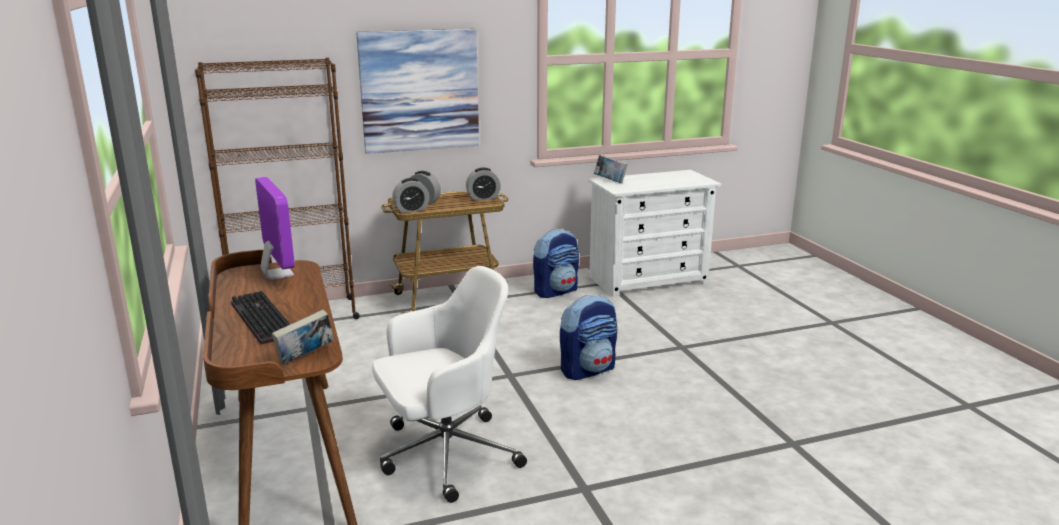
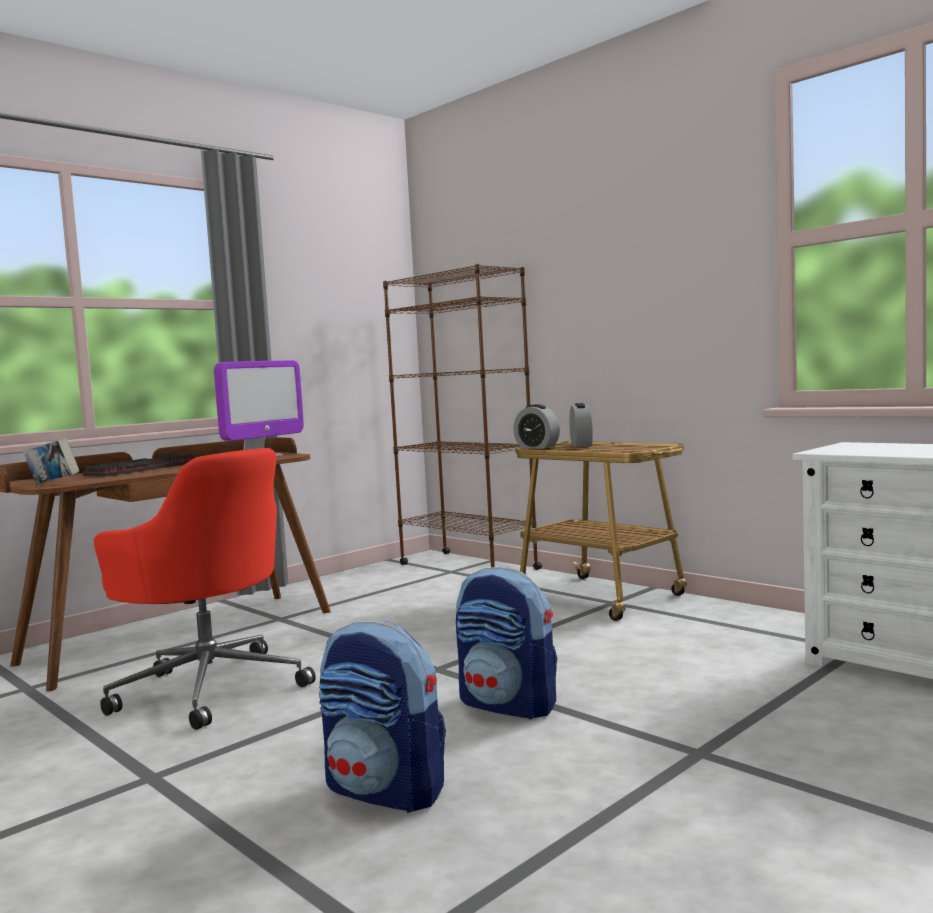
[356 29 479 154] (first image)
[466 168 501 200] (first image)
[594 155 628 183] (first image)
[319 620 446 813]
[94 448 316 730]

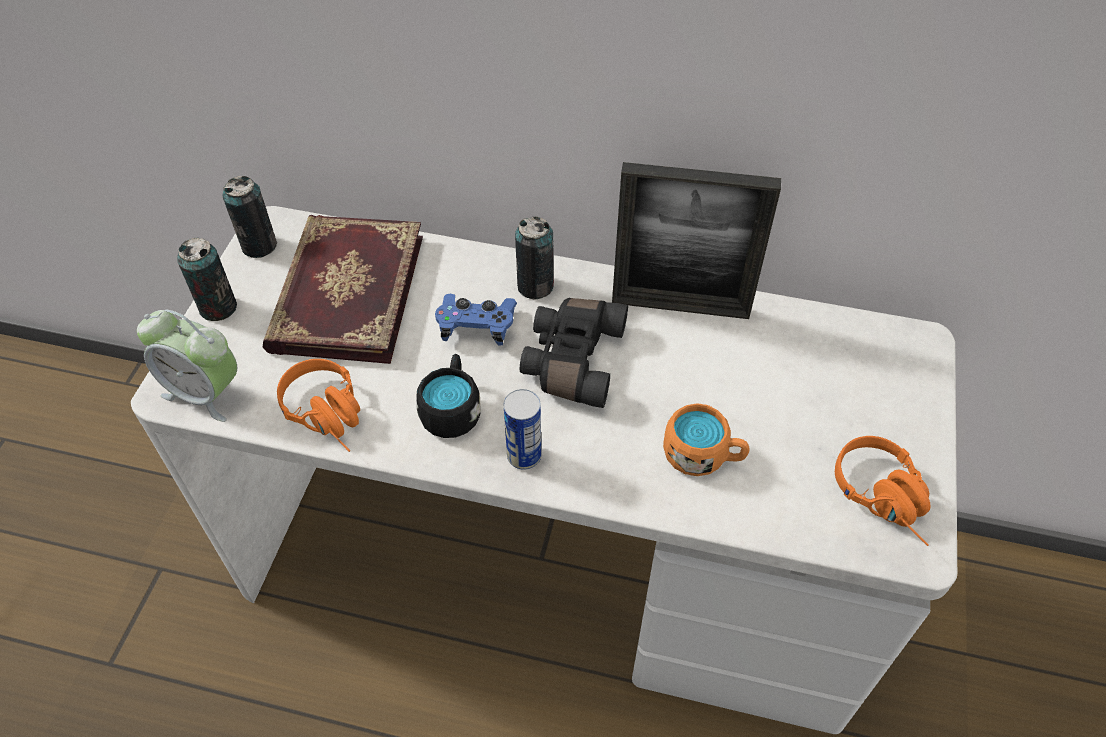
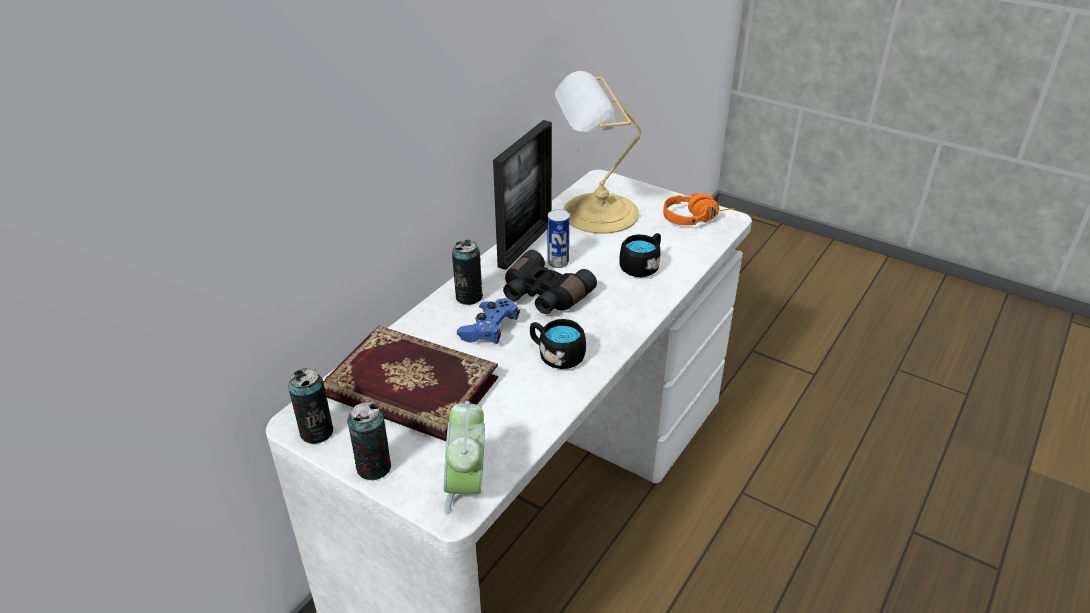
[277 359 360 452] (first image)
[555 71 641 234]
[548 209 570 268]
[619 233 661 277]
[444 401 485 515]

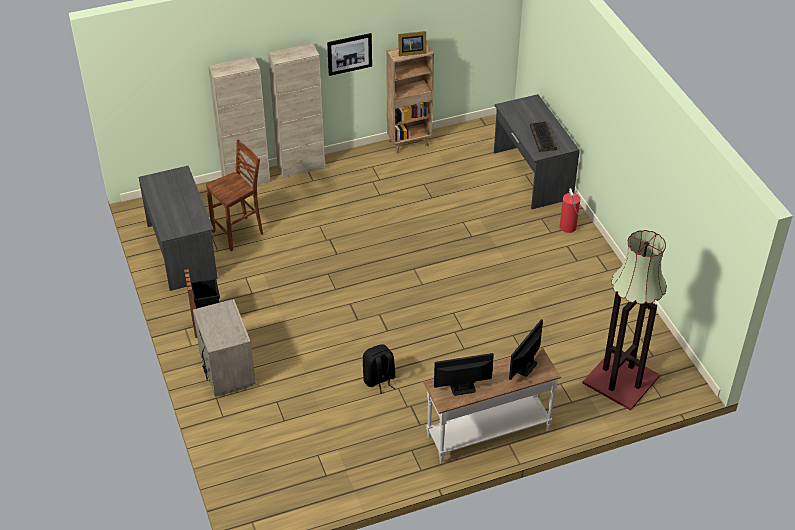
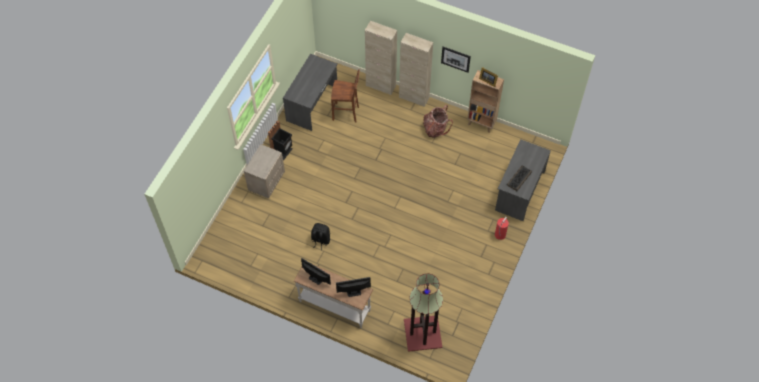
[423 105 453 138]

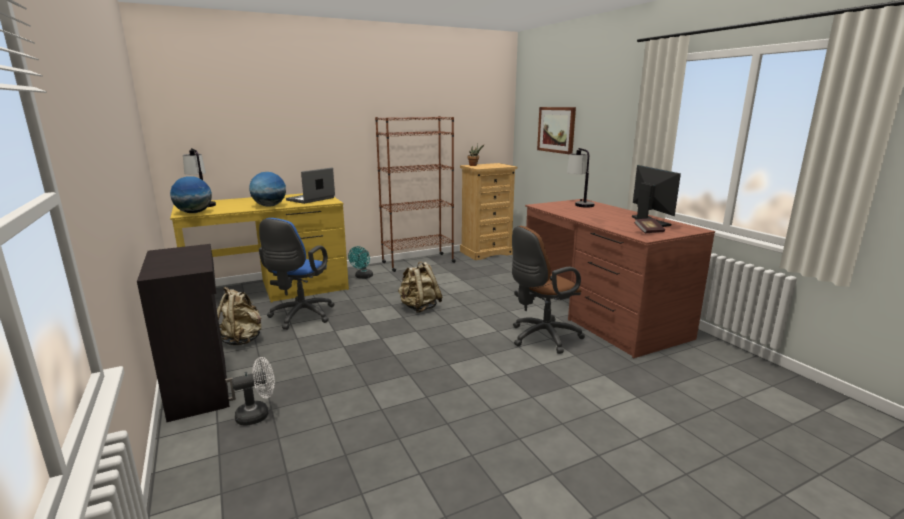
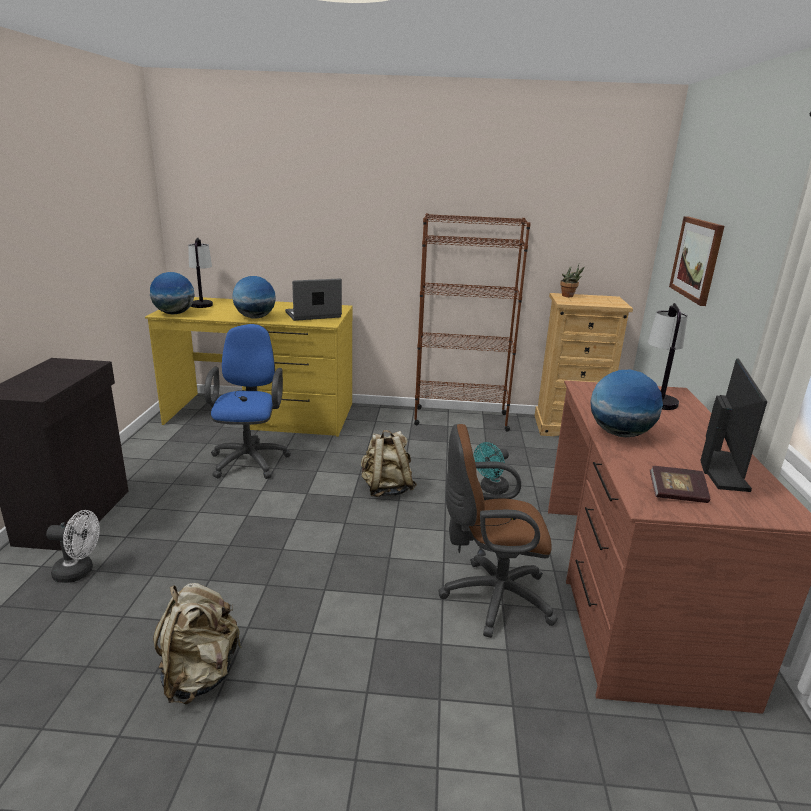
[590 369 663 437]
[153 583 242 704]
[474 442 509 494]
[205 324 291 479]

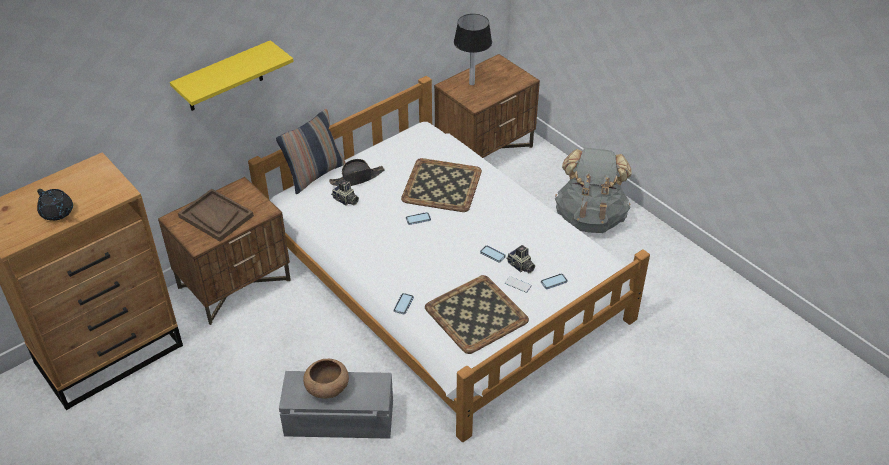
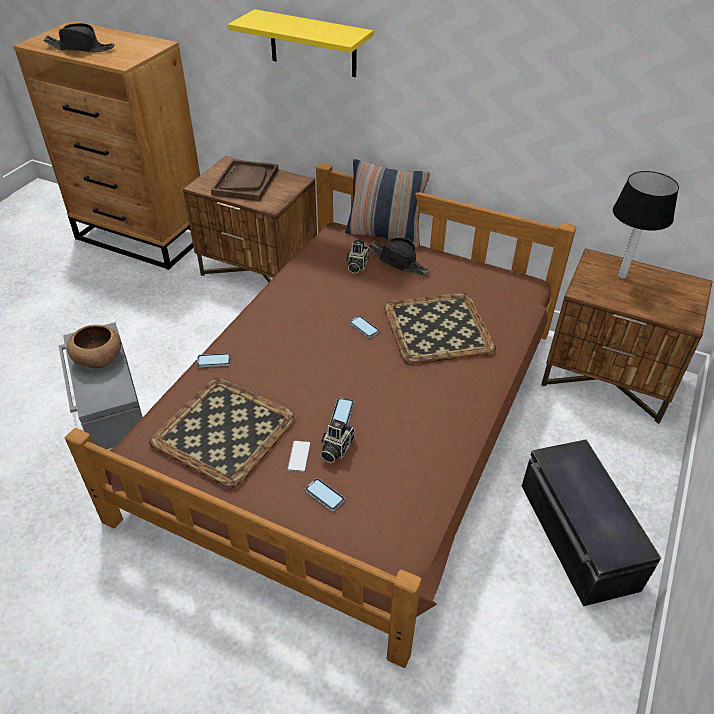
[43 23 114 52]
[522 439 661 606]
[65 163 576 668]

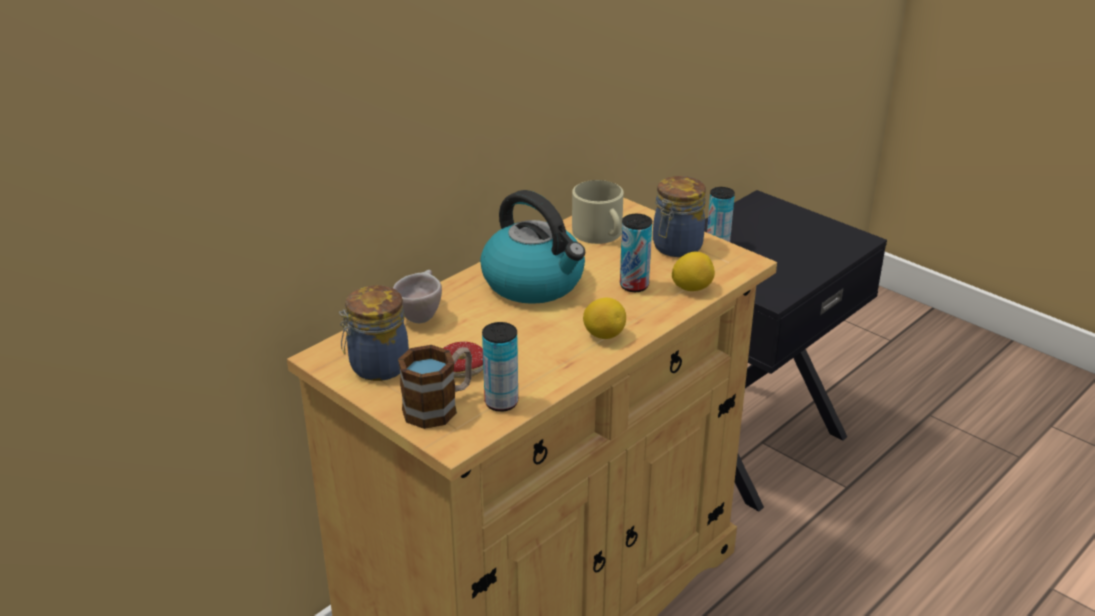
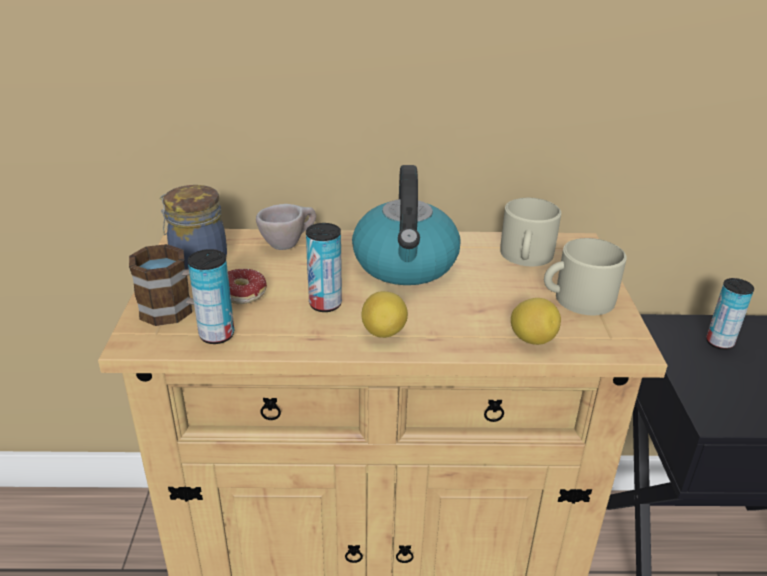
[306 223 342 312]
[544 238 627 315]

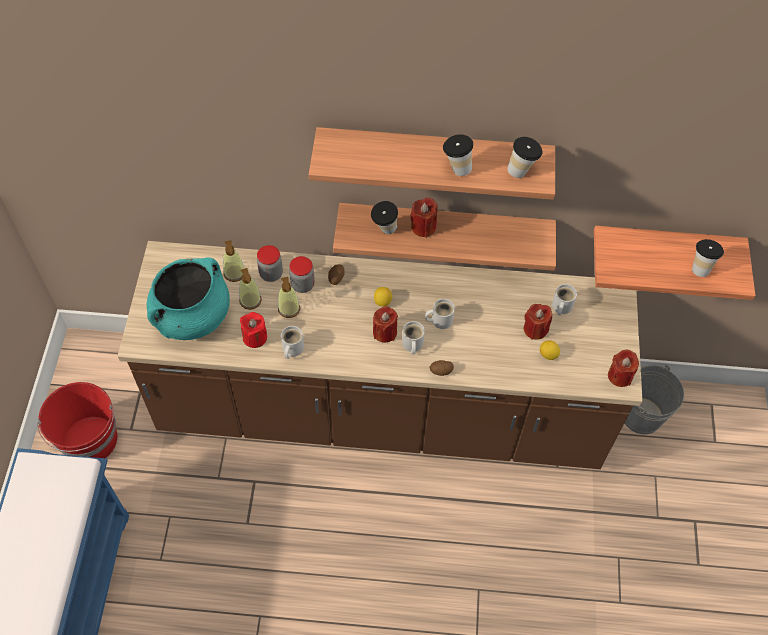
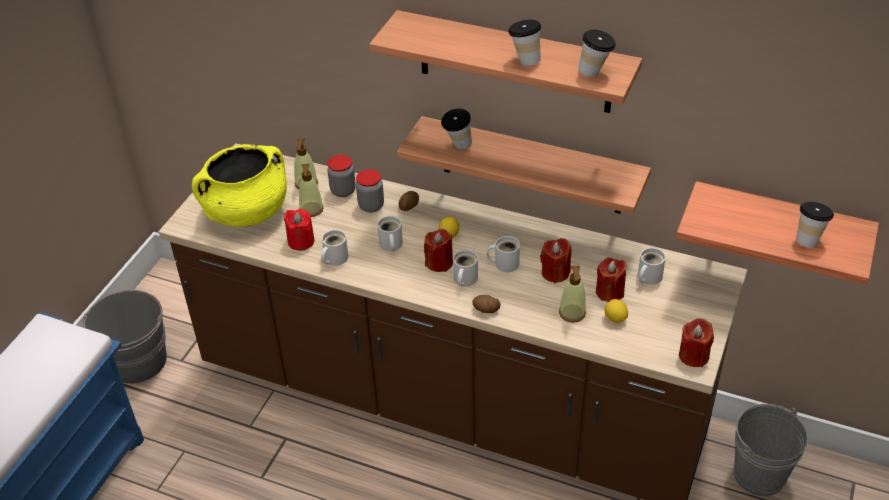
[377 216 403 251]
[559 266 586 323]
[540 238 571 283]
[80 290 167 384]
[192 144 287 227]

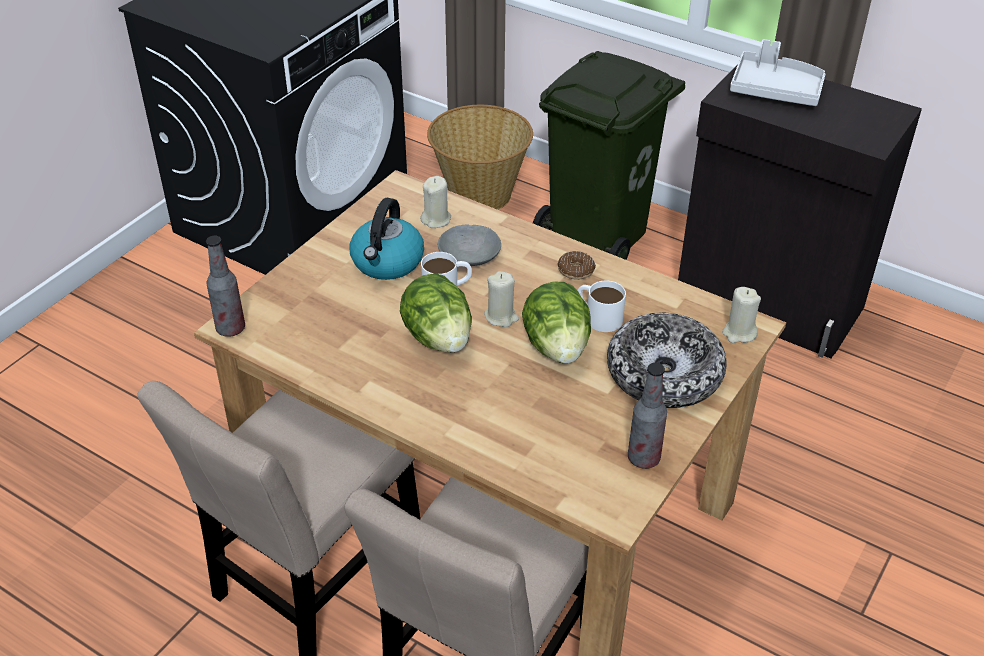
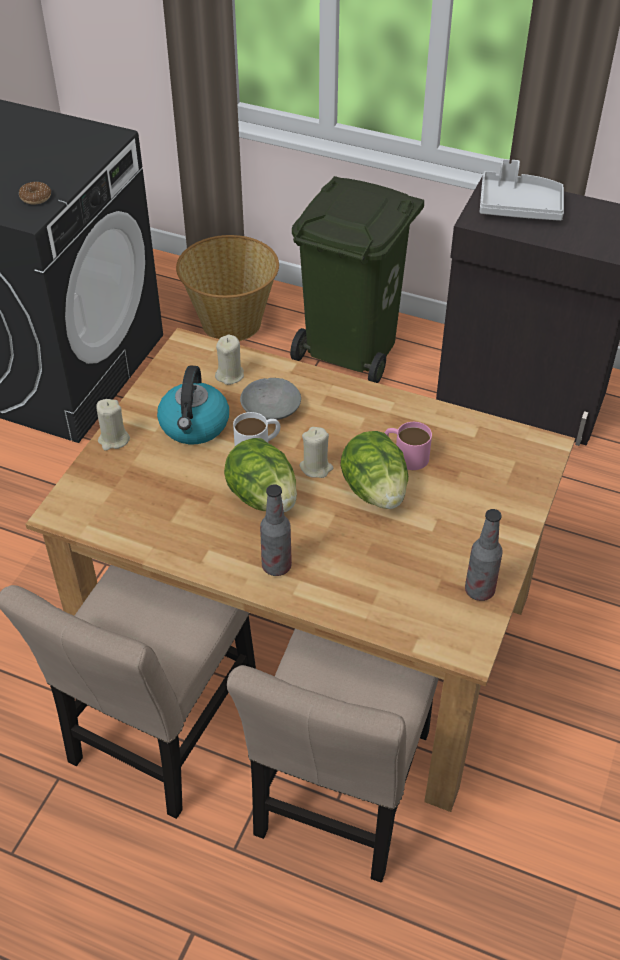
[607 313 727 408] (first image)
[260 484 292 576]
[19 182 51 204]
[96 399 130 451]
[384 422 432 470]

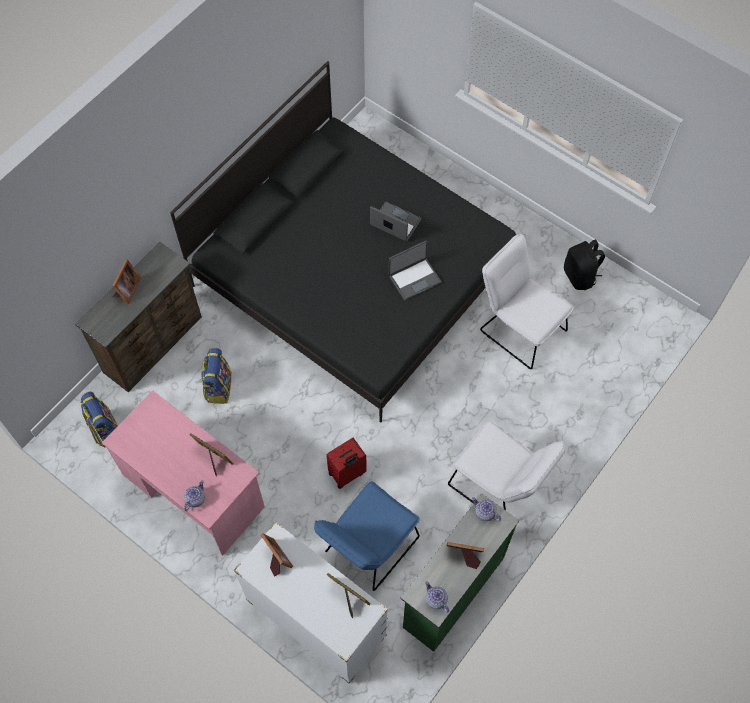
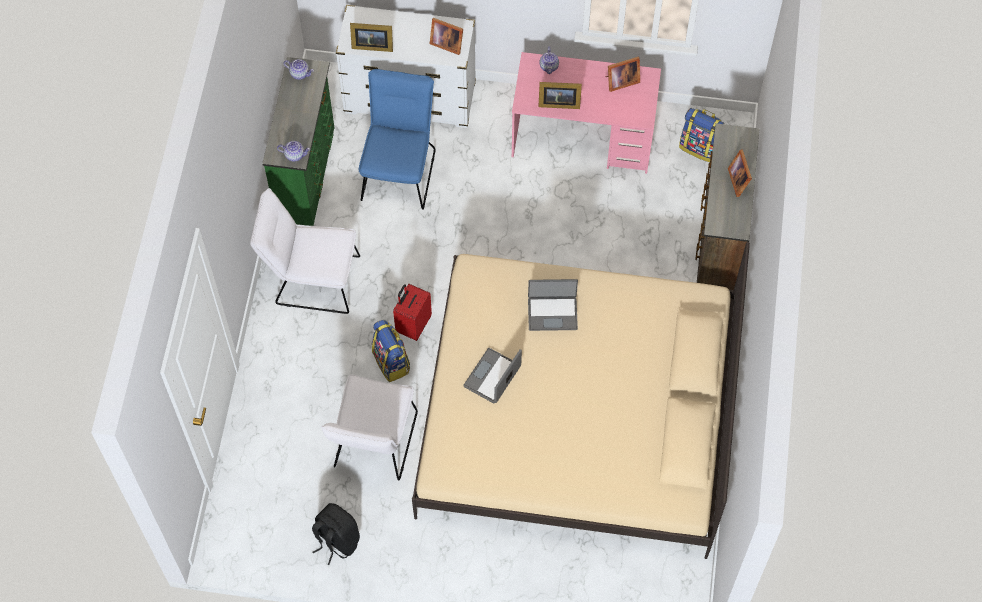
[372 320 410 382]
[393 284 432 341]
[528 279 578 331]
[605 57 640 92]
[412 242 750 559]
[321 375 418 480]

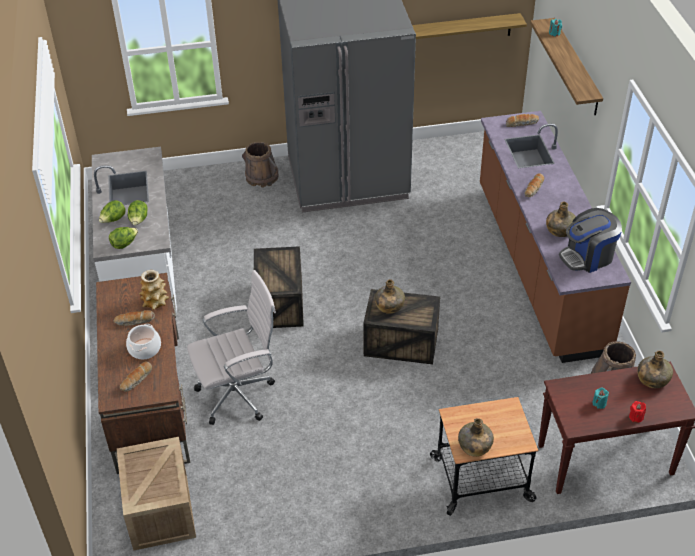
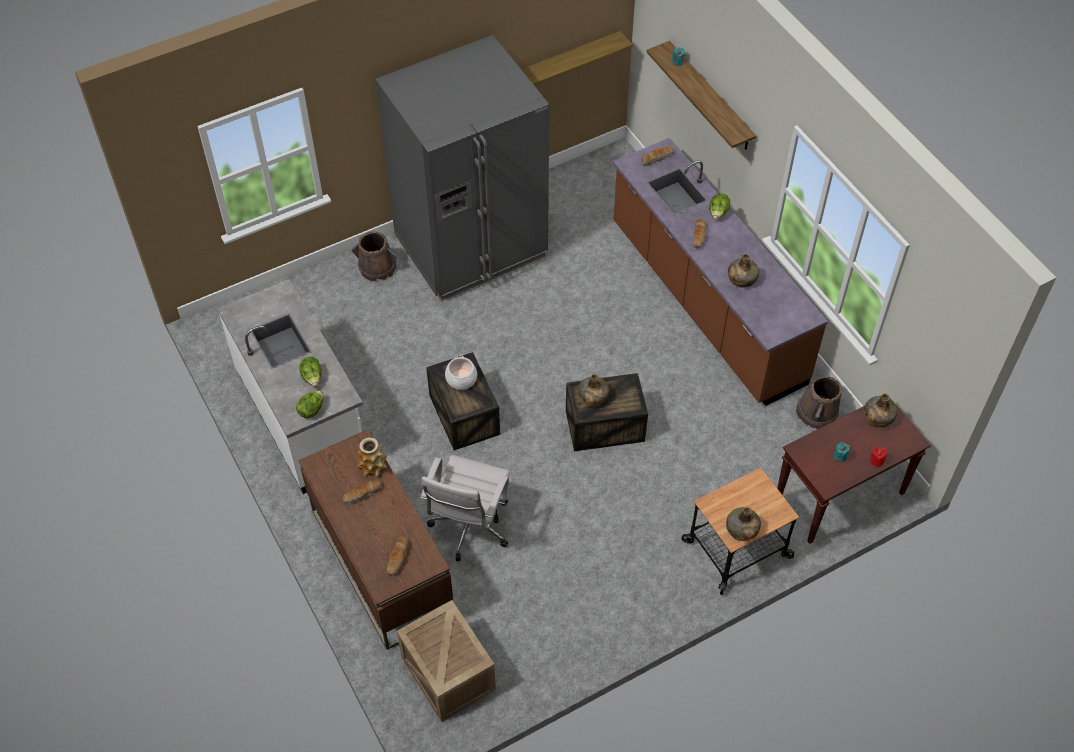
[559 208 622 273] (first image)
[709 193 730 219]
[445 355 477 390]
[420 455 510 561]

